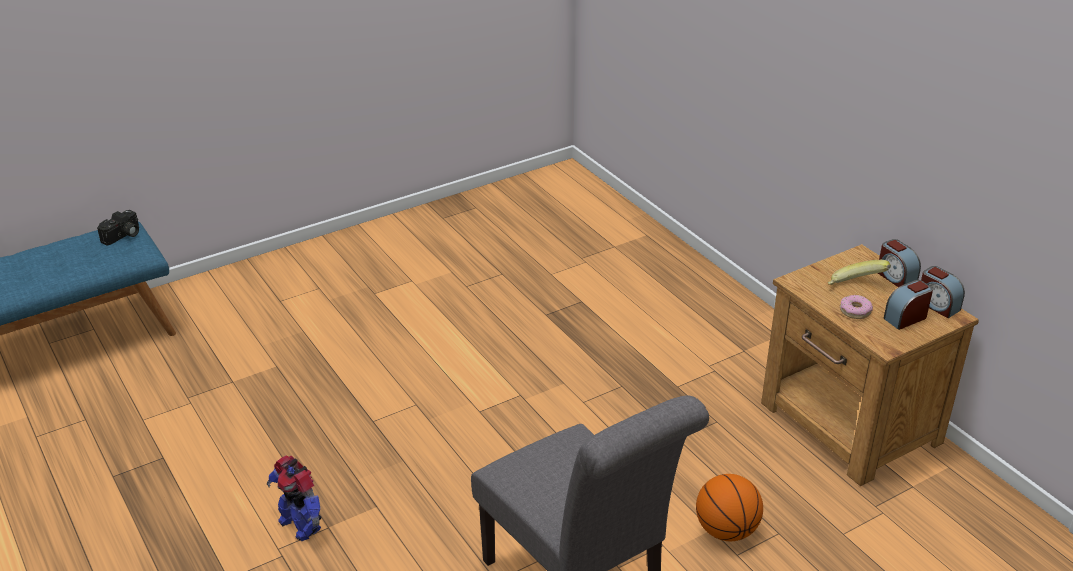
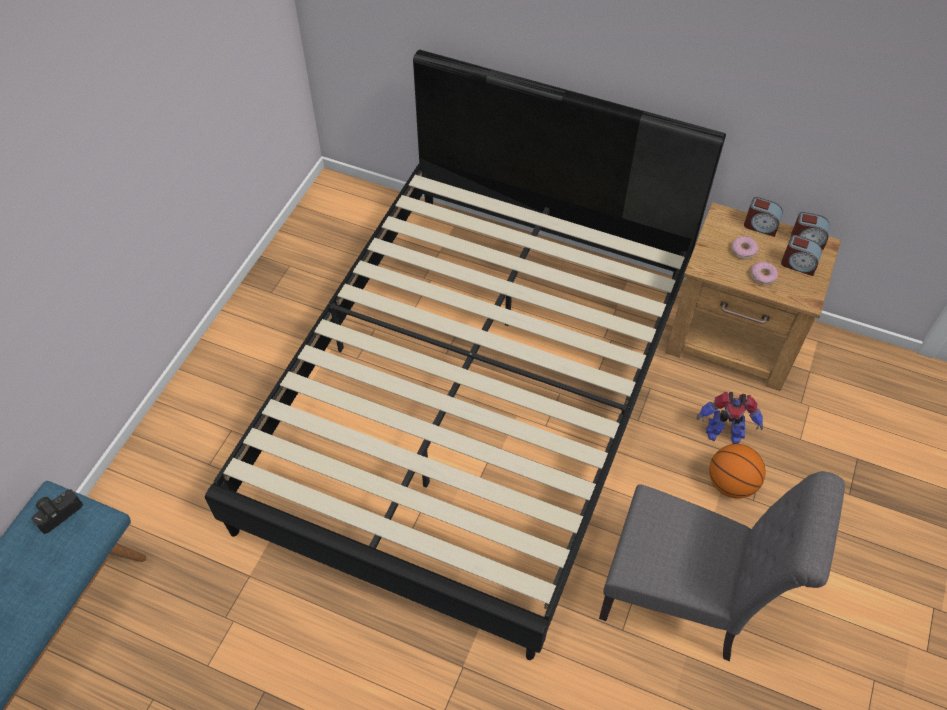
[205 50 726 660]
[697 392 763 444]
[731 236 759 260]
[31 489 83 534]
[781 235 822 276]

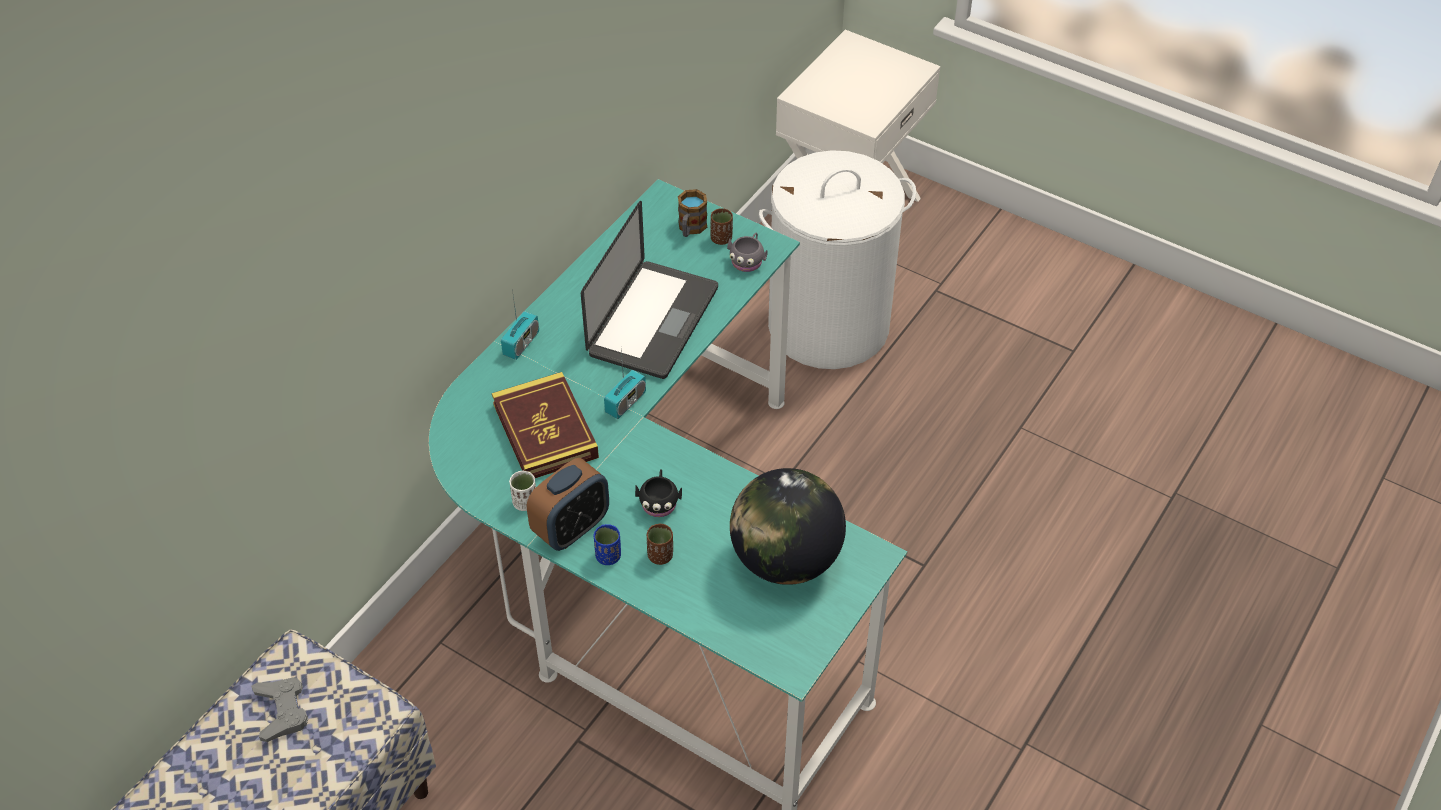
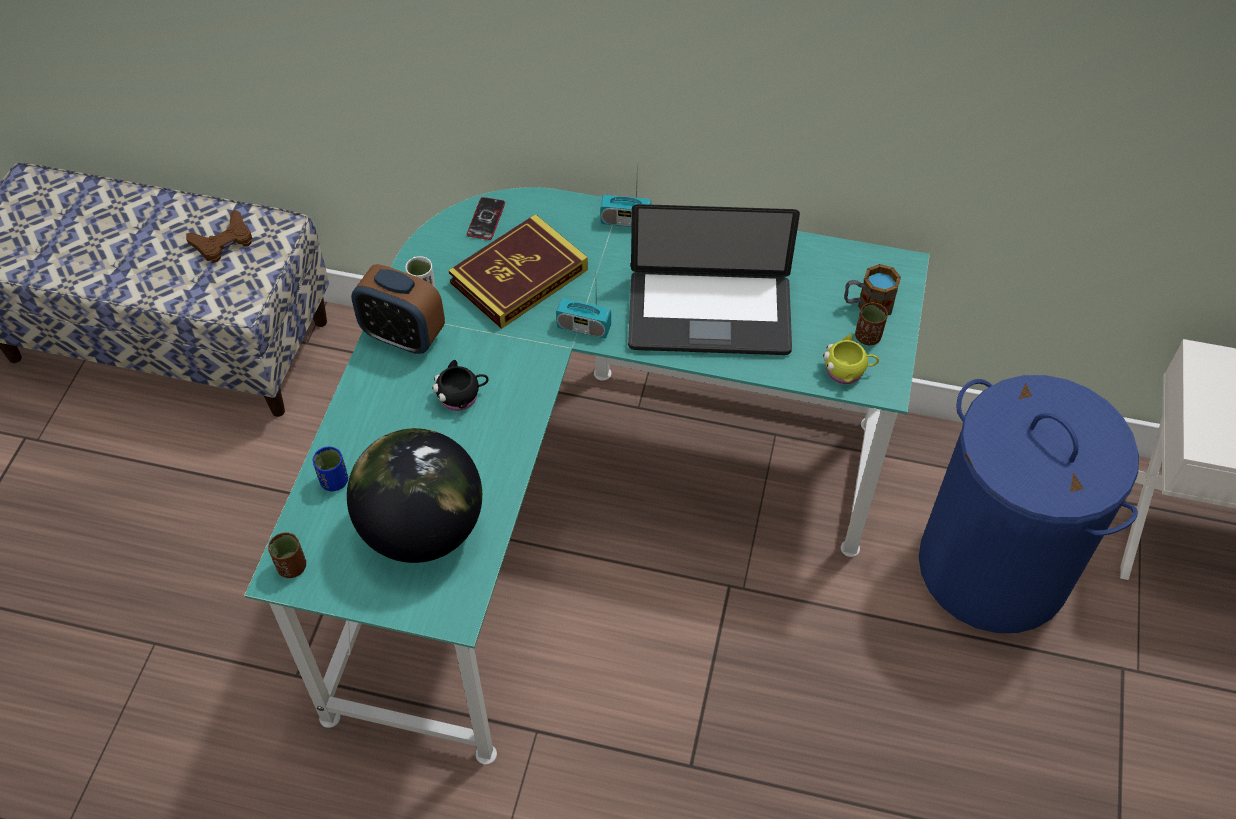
[467 197 505 240]
[313 447 348 491]
[268 532 306 578]
[186 210 253 263]
[823 334 879 384]
[919 375 1139 633]

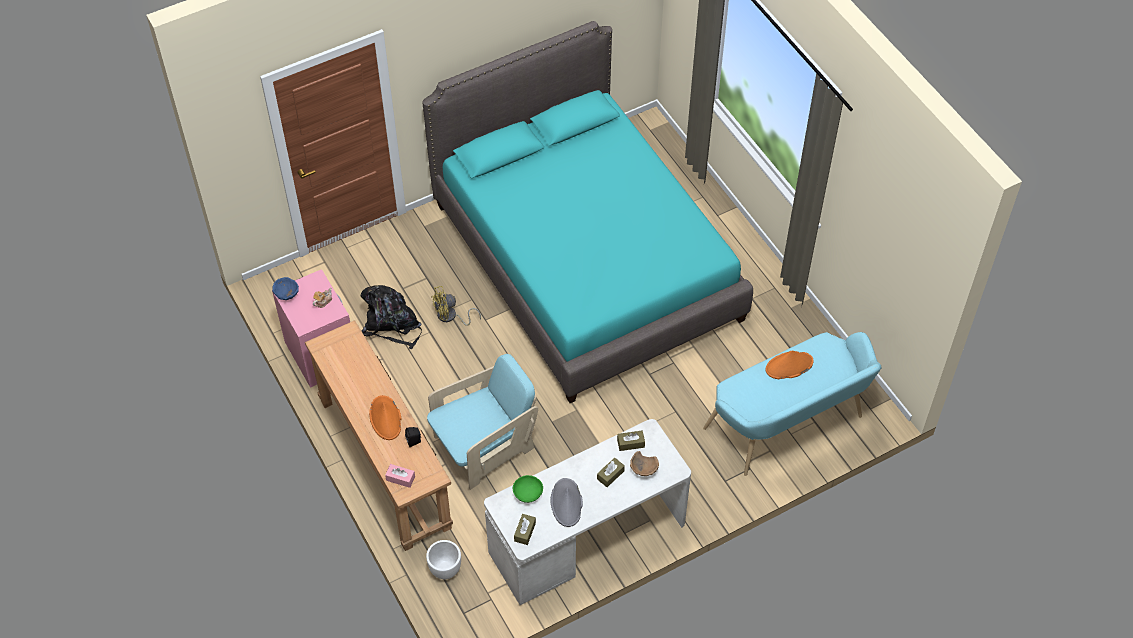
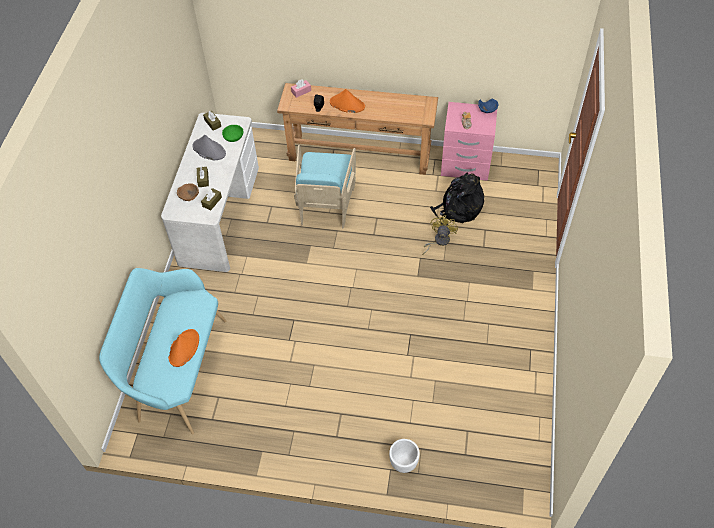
[422 21 753 403] (first image)
[389 439 420 473]

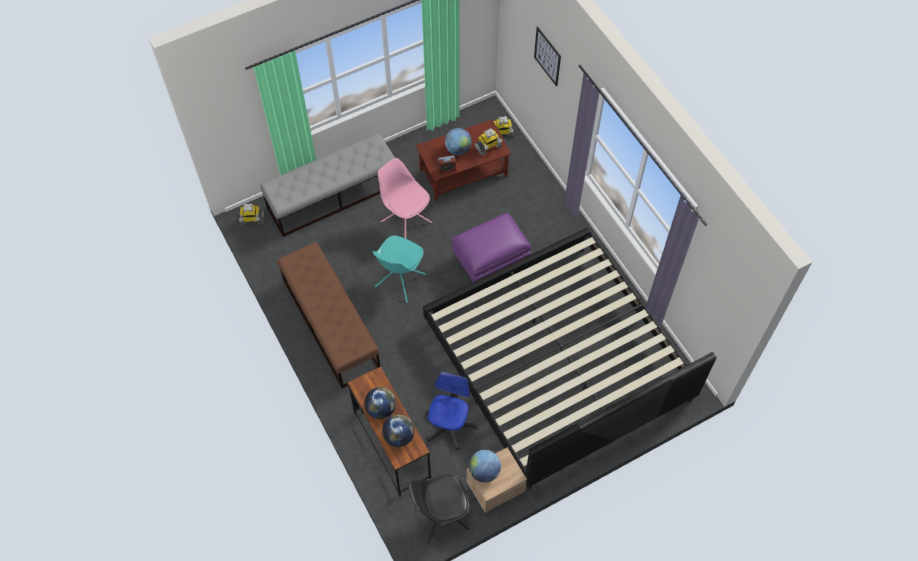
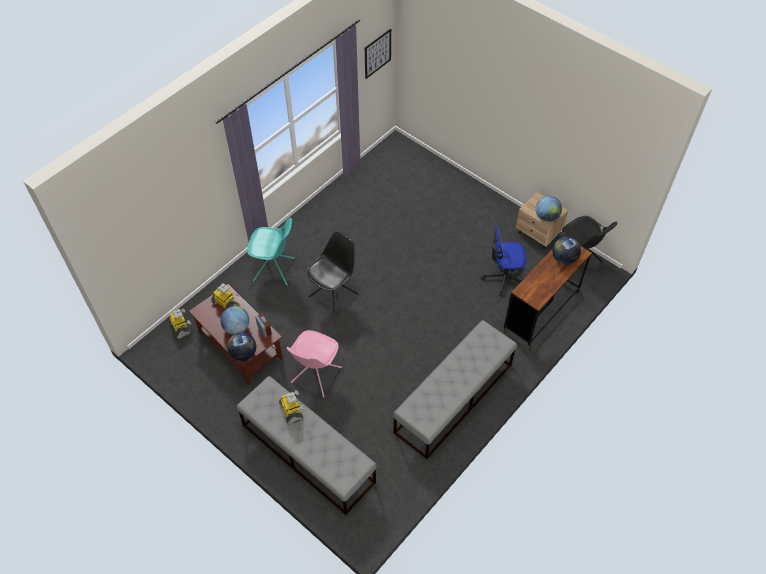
[423 228 717 489] (first image)
[279 390 305 425]
[227 332 256 361]
[247 218 295 286]
[365 28 391 79]
[307 231 359 316]
[393 320 517 459]

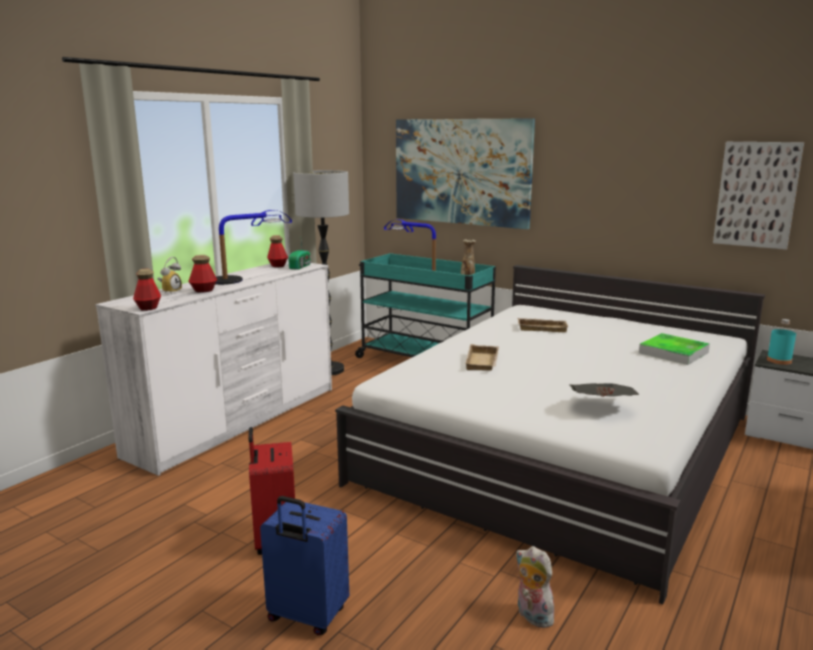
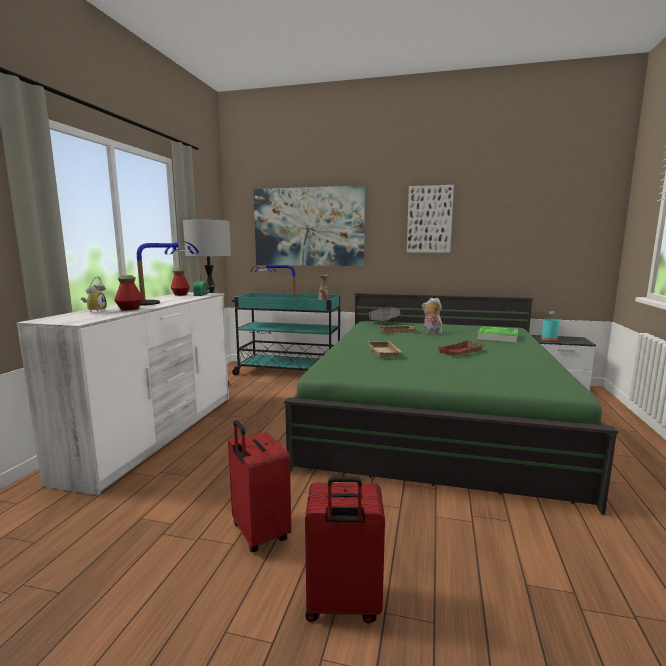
[133 269 161 311] (first image)
[439 340 485 356]
[422 298 442 334]
[369 307 401 321]
[407 185 454 253]
[305 476 385 623]
[284 293 618 515]

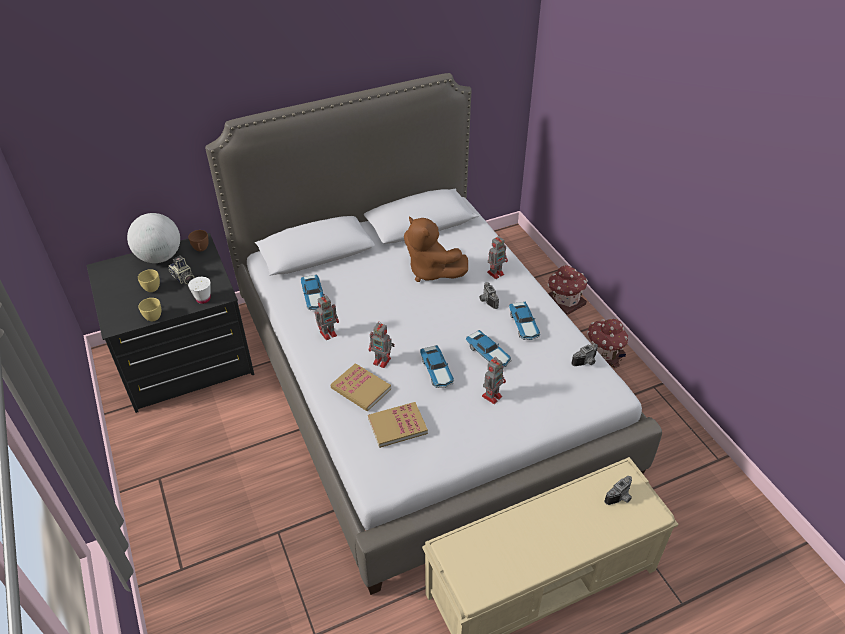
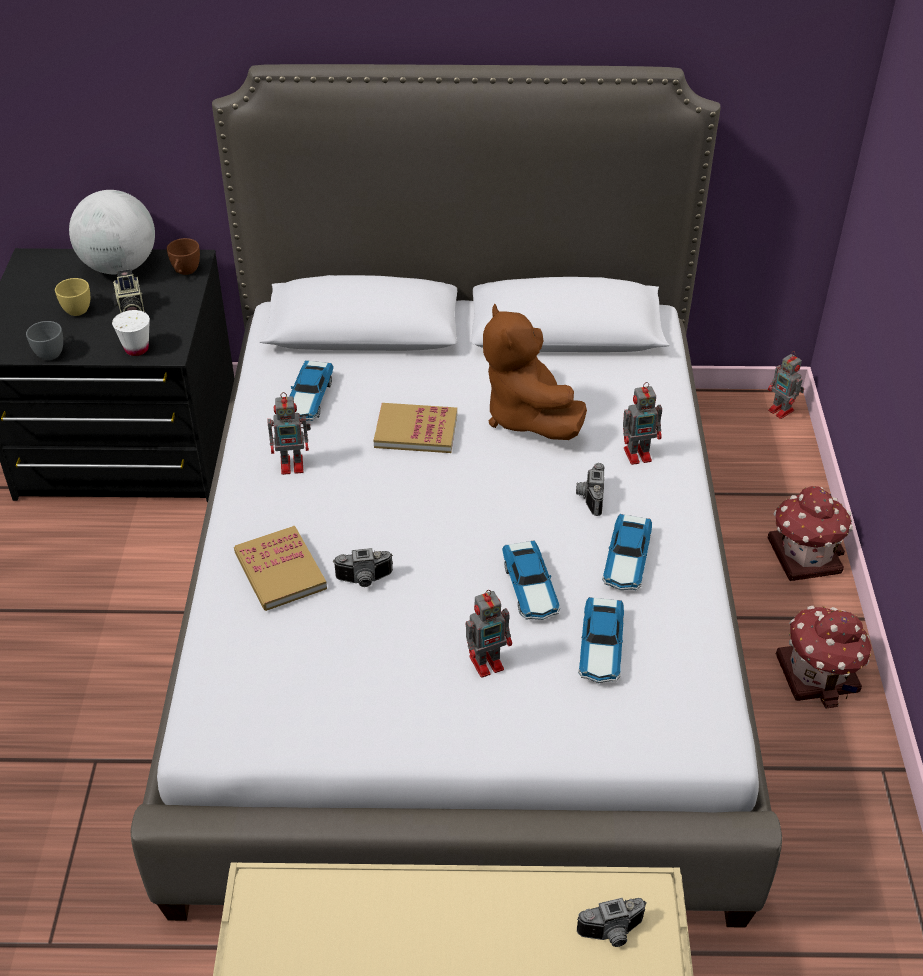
[374 403 457 453]
[768 351 804 419]
[578 597 624 683]
[333 548 393 587]
[26 321 63 360]

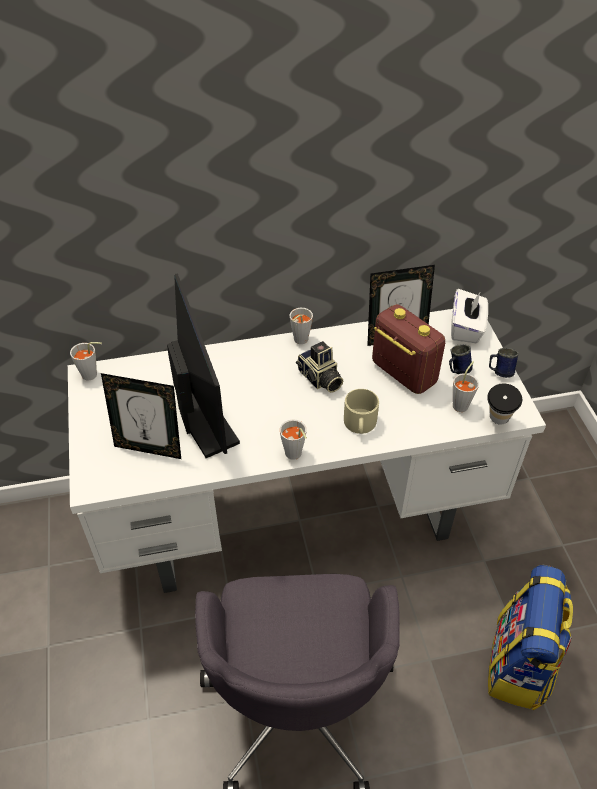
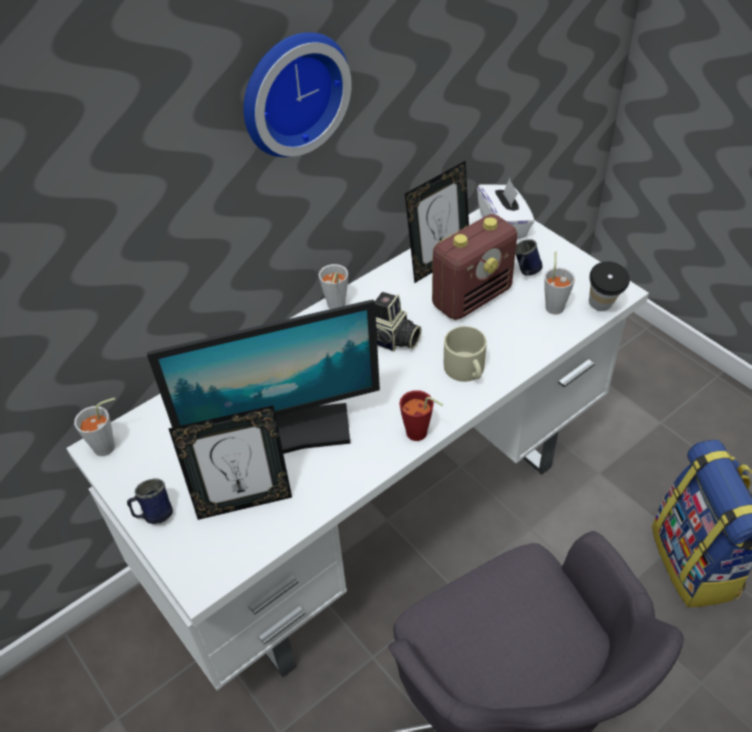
[244 32 352 157]
[127 478 173 524]
[399 390 443 441]
[147 300 380 454]
[432 214 517 320]

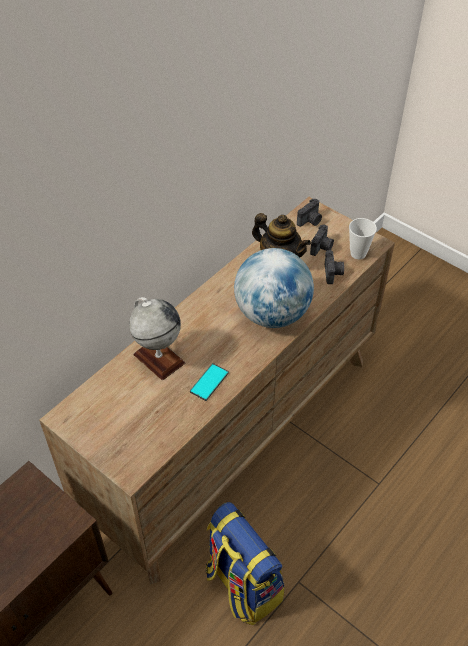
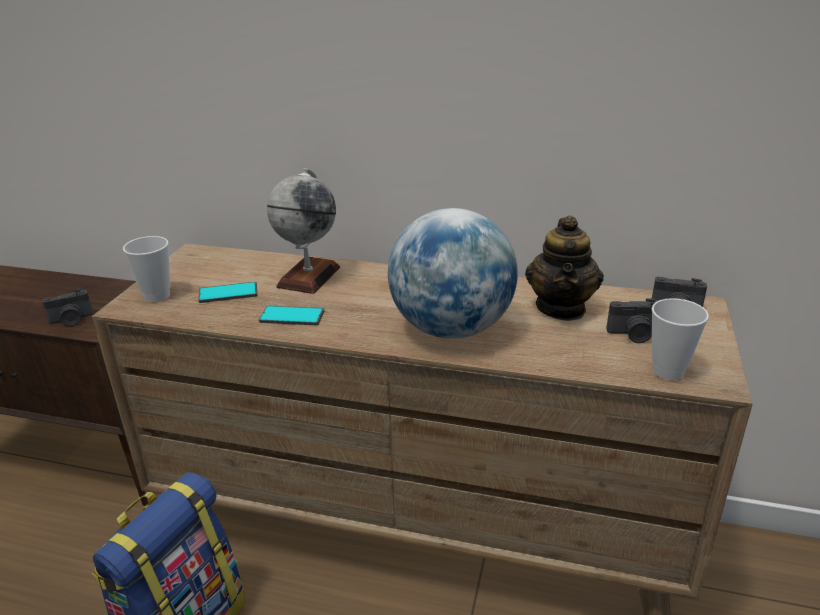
[123 236 170 302]
[199 282 257 303]
[43 289 93 326]

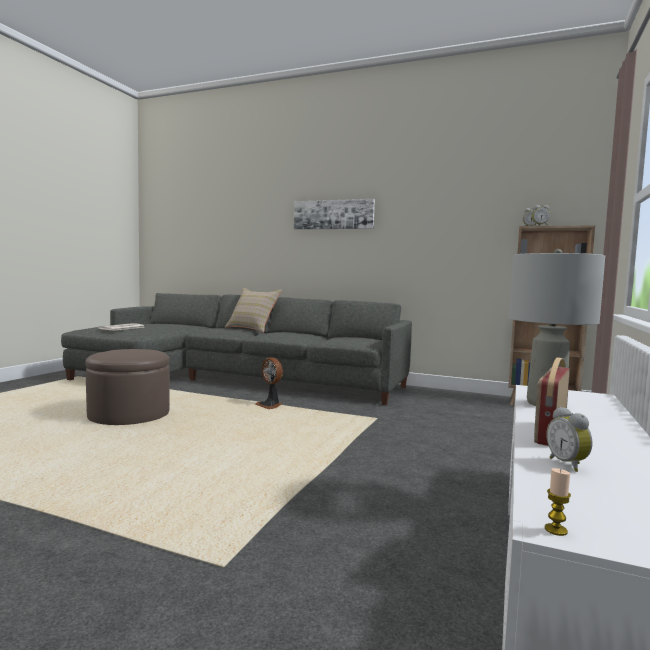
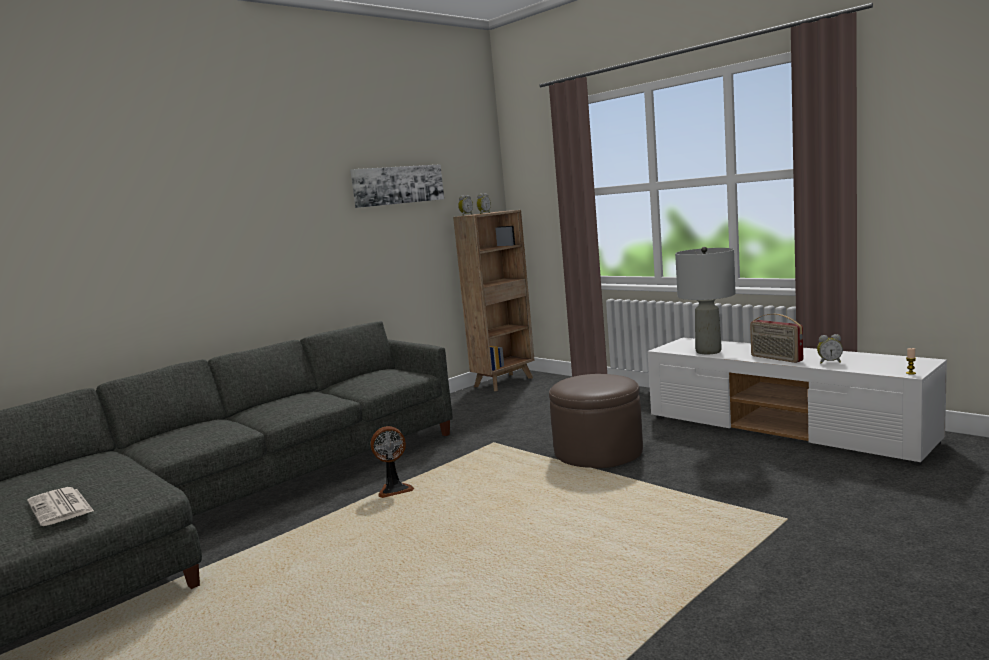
[225 288 282 333] (first image)
[549 374 643 469]
[350 164 444 208]

